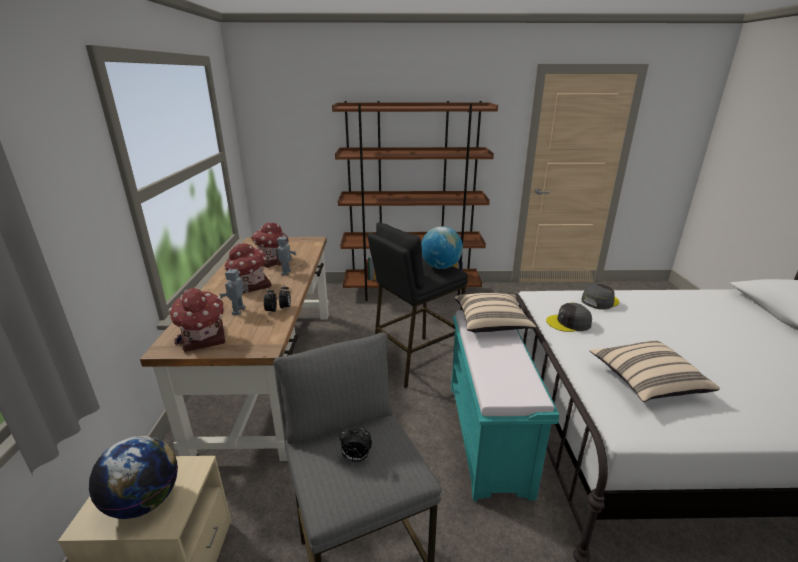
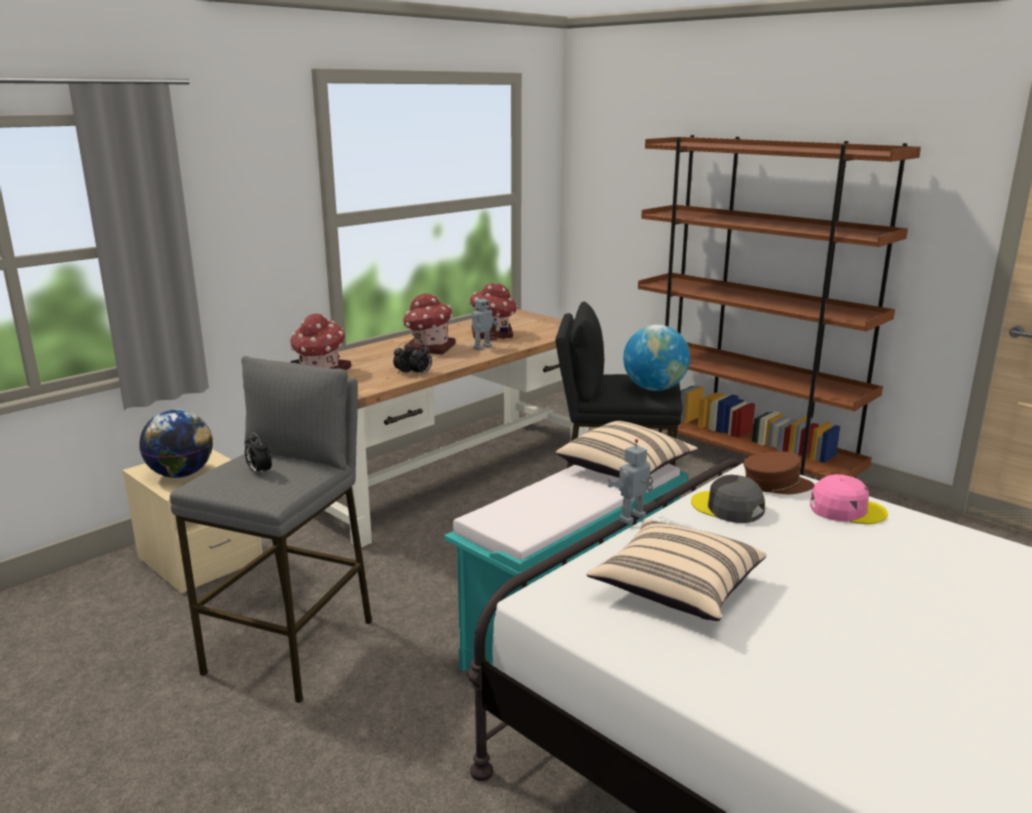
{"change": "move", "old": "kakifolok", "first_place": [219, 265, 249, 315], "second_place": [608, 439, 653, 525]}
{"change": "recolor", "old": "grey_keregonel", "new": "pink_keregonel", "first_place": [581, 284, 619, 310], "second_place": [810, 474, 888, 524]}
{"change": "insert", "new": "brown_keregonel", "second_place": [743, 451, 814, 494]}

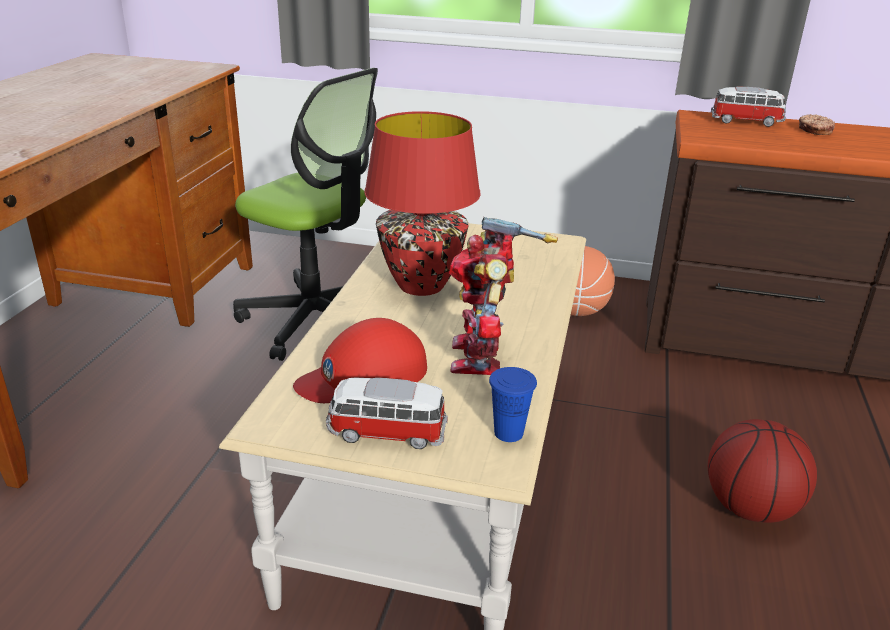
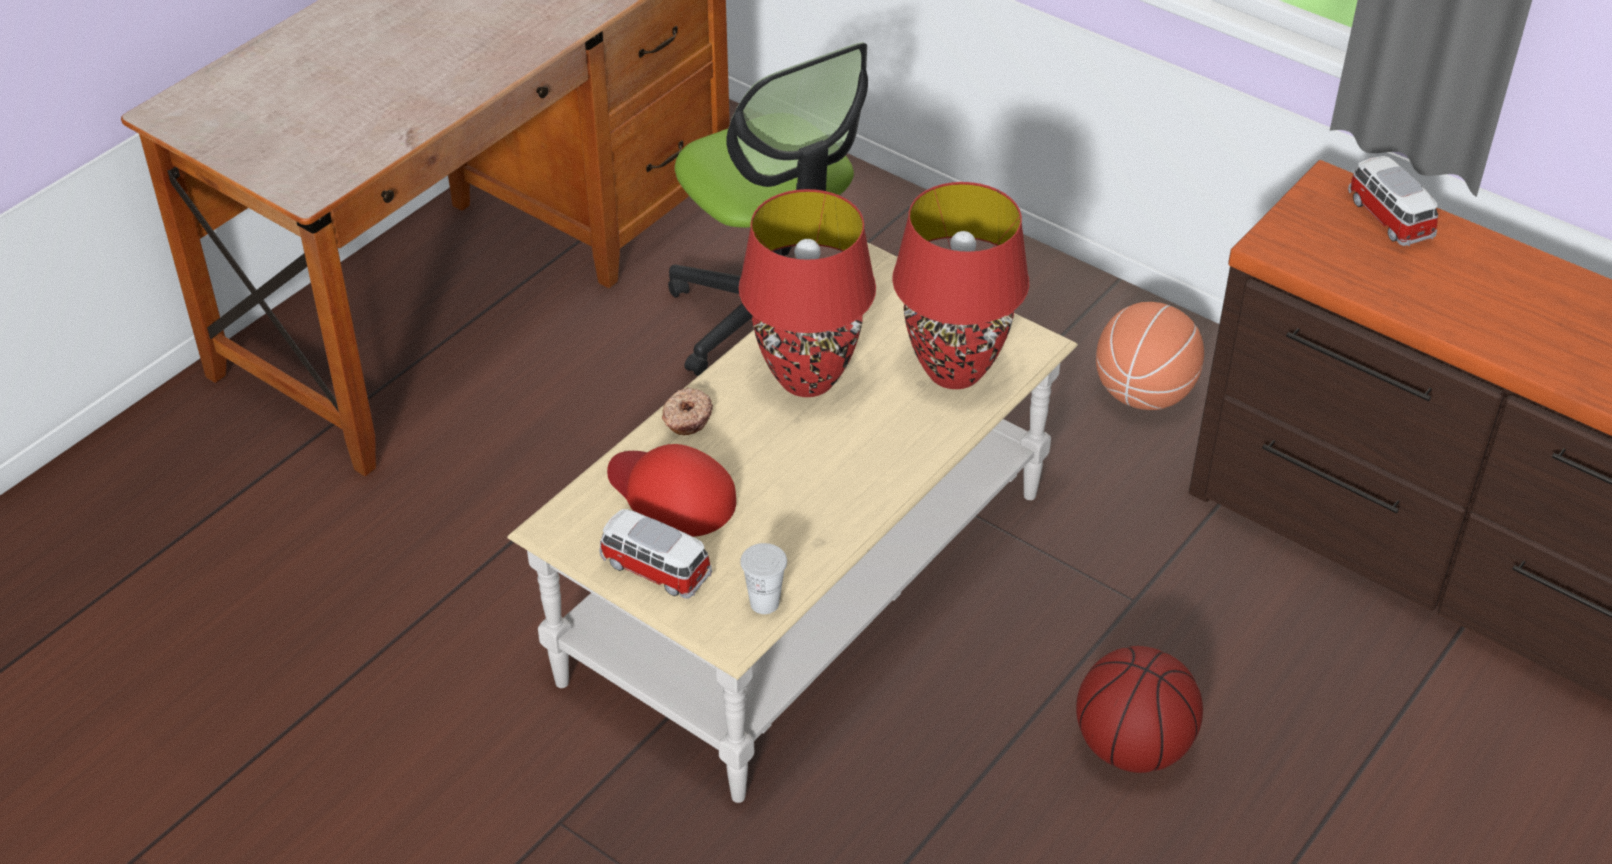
{"change": "rotate", "old": "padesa", "first_place": [711, 87, 786, 127], "second_place": [1348, 156, 1438, 246], "degrees": -150}
{"change": "move", "old": "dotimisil", "first_place": [799, 114, 835, 135], "second_place": [662, 387, 713, 435]}
{"change": "delete", "old": "kakifolok", "first_place": [449, 217, 558, 375]}
{"change": "rotate", "old": "red_keregonel", "first_place": [293, 318, 427, 403], "second_place": [607, 444, 736, 537], "degrees": 45}
{"change": "recolor", "old": "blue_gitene", "new": "white_gitene", "first_place": [489, 367, 537, 442], "second_place": [740, 543, 787, 614]}
{"change": "insert", "new": "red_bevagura", "second_place": [892, 182, 1029, 389]}

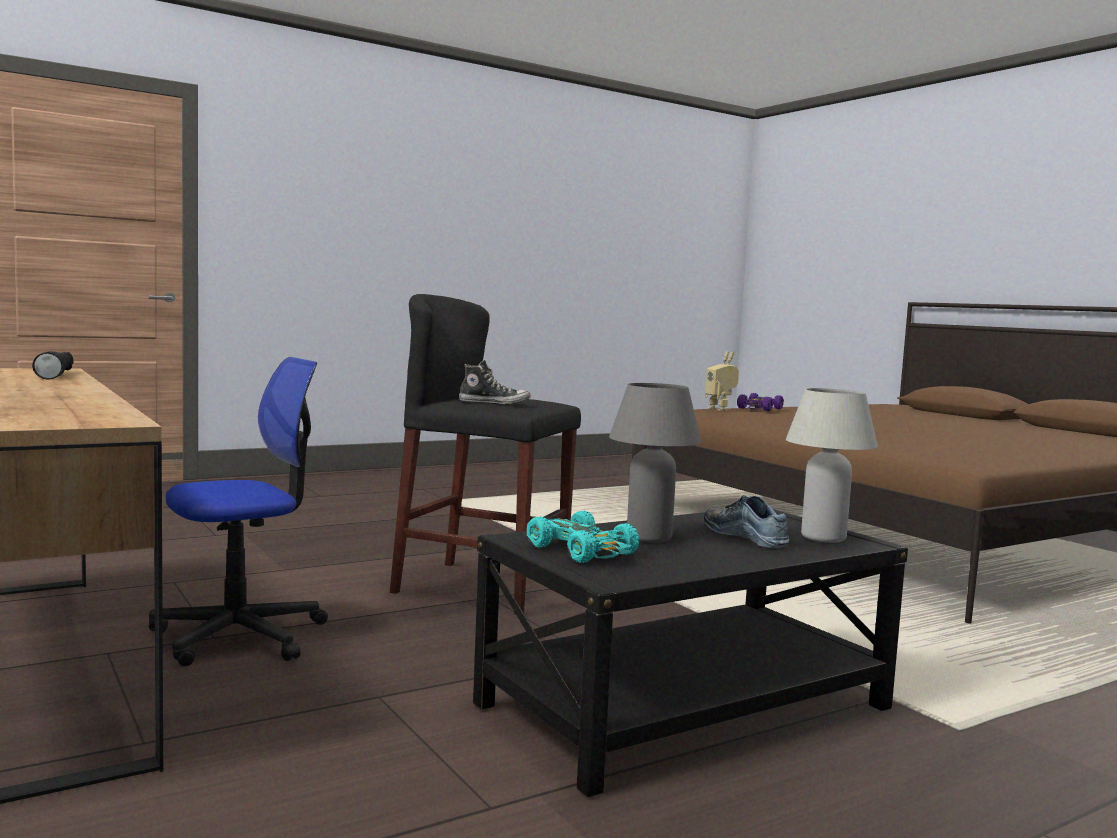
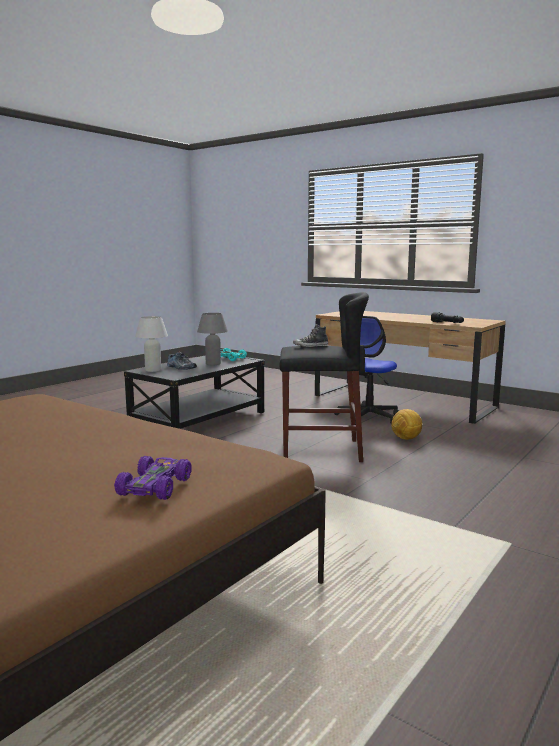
{"change": "delete", "old": "kakifolok", "first_place": [705, 351, 739, 411]}
{"change": "insert", "new": "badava", "second_place": [391, 409, 422, 440]}

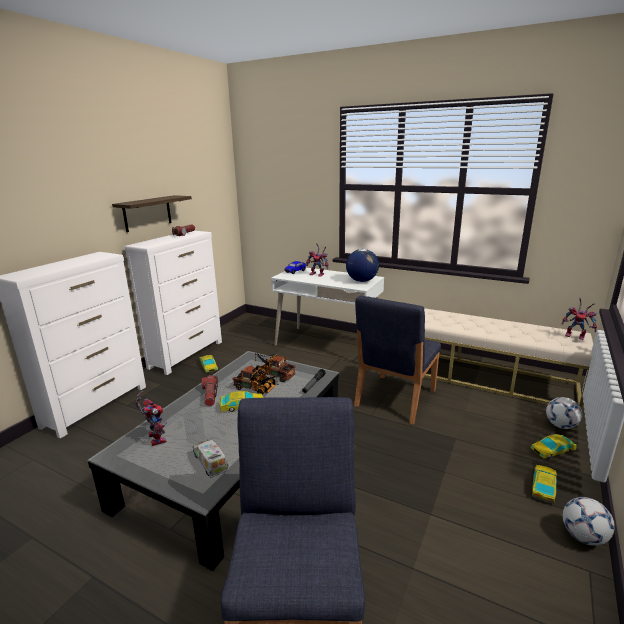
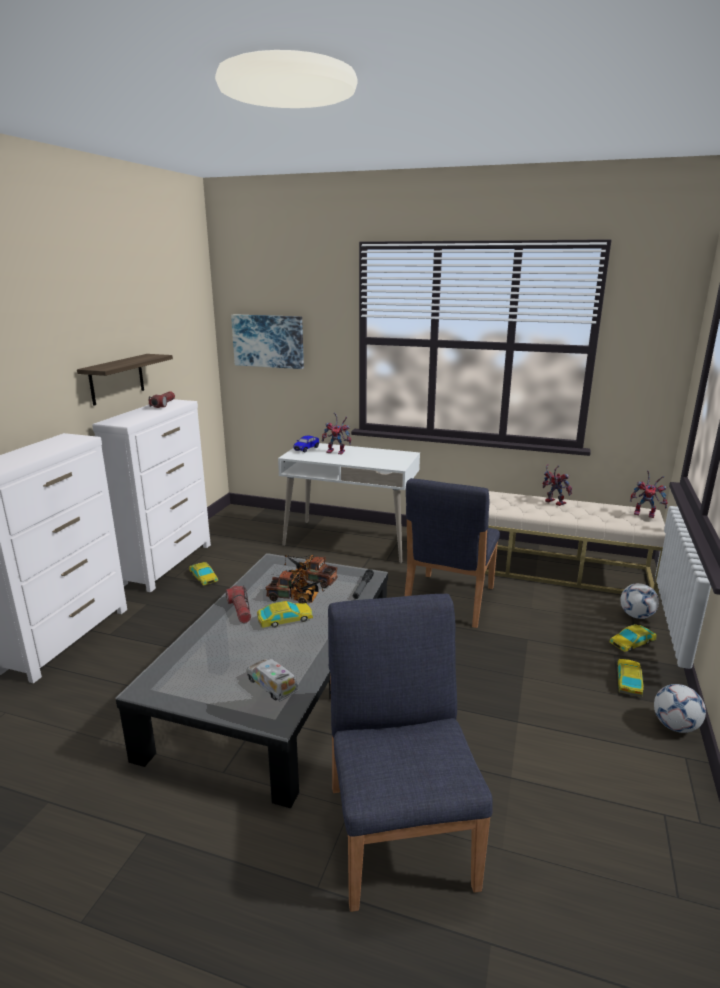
{"change": "delete", "old": "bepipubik", "first_place": [346, 249, 379, 282]}
{"change": "move", "old": "kakifolok", "first_place": [135, 391, 167, 446], "second_place": [543, 464, 572, 506]}
{"change": "insert", "new": "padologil", "second_place": [231, 314, 304, 369]}

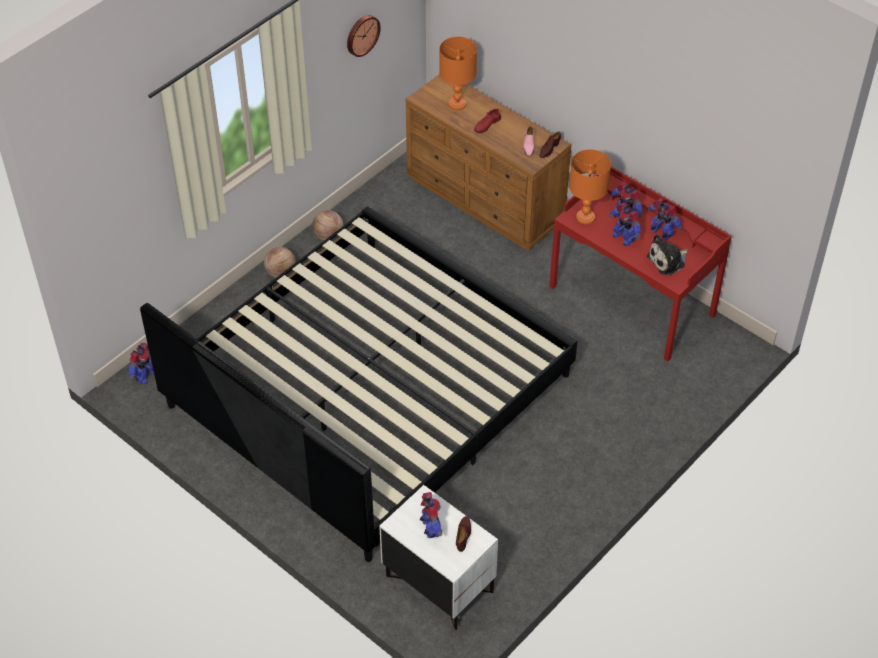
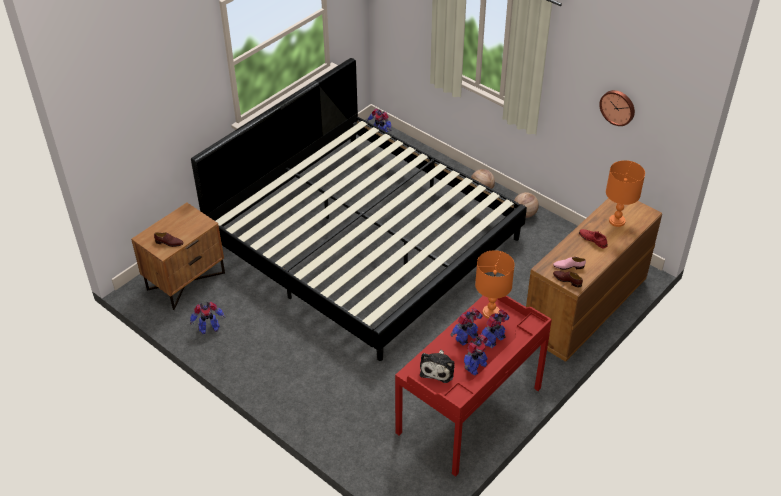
{"change": "rotate", "old": "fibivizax", "first_place": [647, 234, 688, 275], "second_place": [420, 350, 455, 383], "degrees": -135}
{"change": "recolor", "old": "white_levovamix", "new": "brown_levovamix", "first_place": [379, 485, 498, 630], "second_place": [131, 203, 225, 310]}
{"change": "move", "old": "kakifolok", "first_place": [420, 492, 442, 538], "second_place": [190, 302, 225, 334]}

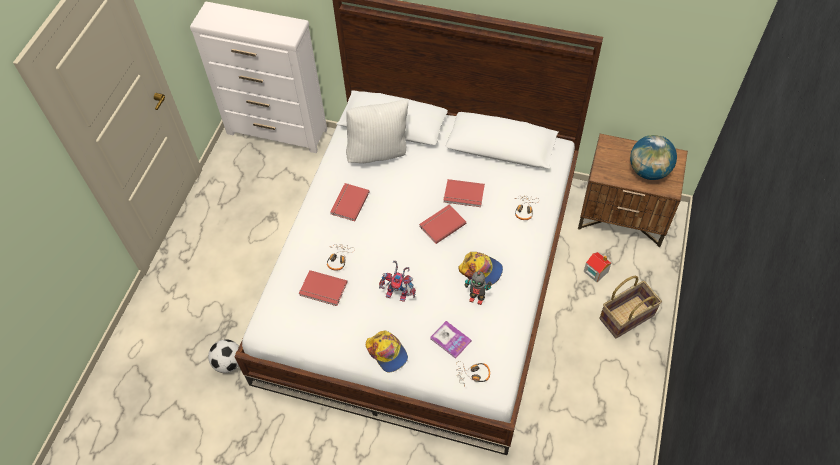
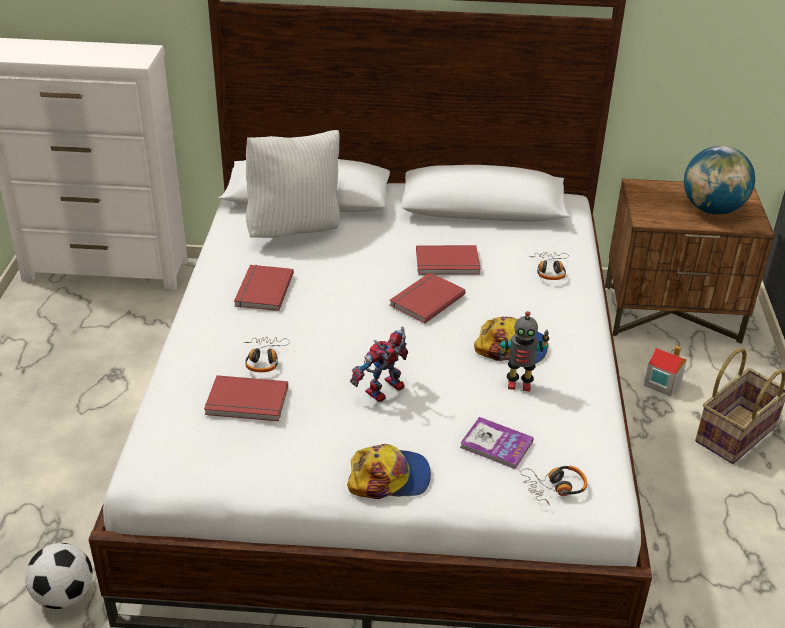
{"change": "rotate", "old": "kakifolok", "first_place": [379, 261, 416, 302], "second_place": [350, 326, 408, 402], "degrees": 135}
{"change": "rotate", "old": "keregonel", "first_place": [366, 331, 408, 372], "second_place": [347, 444, 431, 499], "degrees": -45}

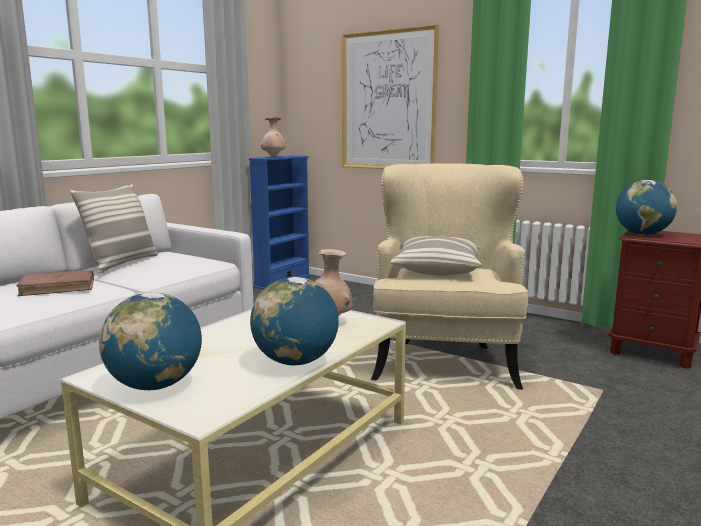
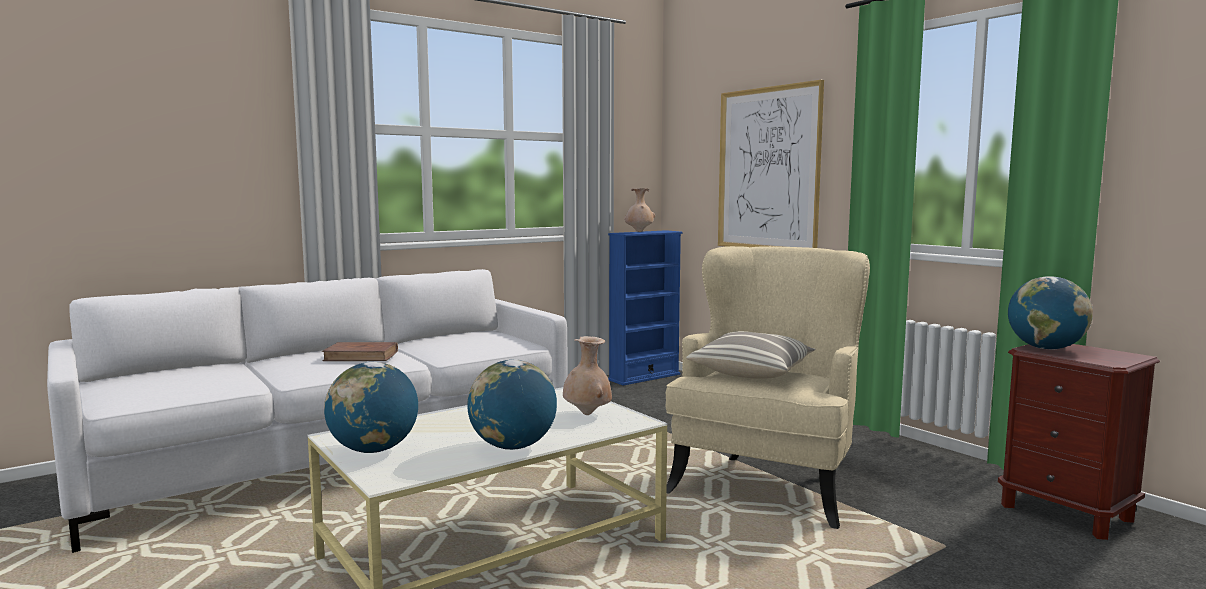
{"change": "delete", "old": "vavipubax", "first_place": [70, 184, 158, 274]}

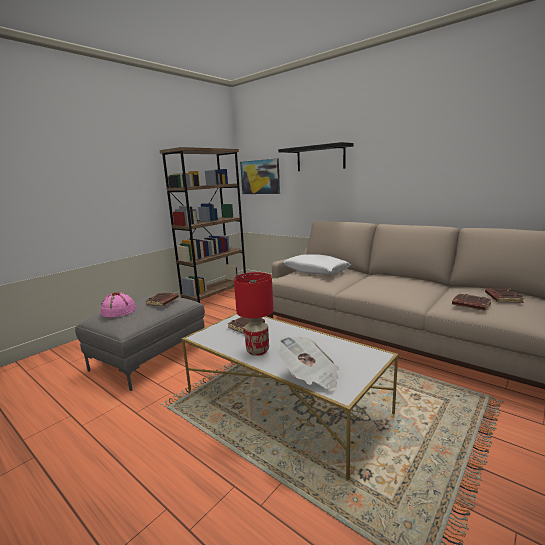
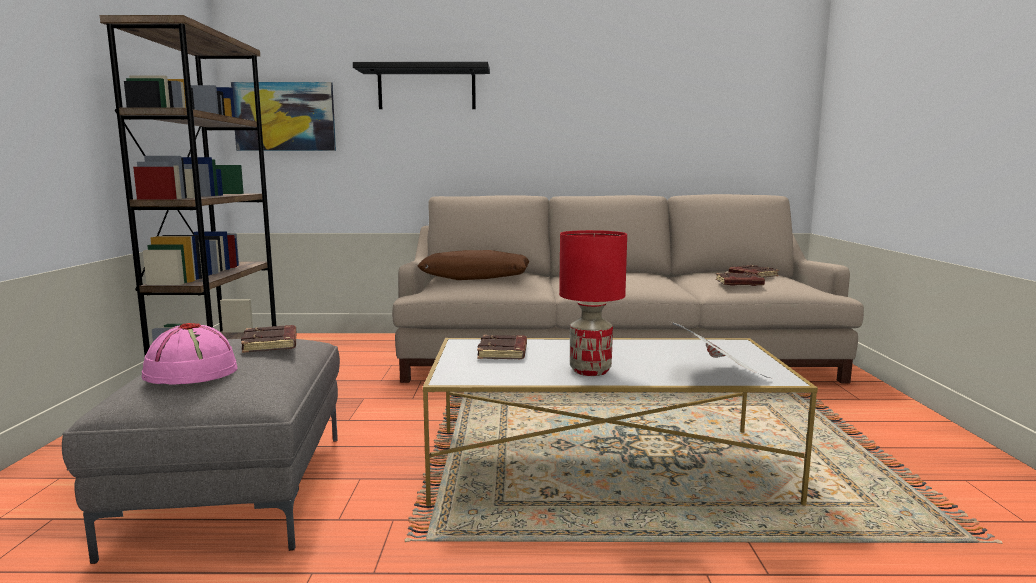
{"change": "recolor", "old": "white_vavipubax", "new": "brown_vavipubax", "first_place": [283, 254, 351, 274], "second_place": [418, 250, 529, 280]}

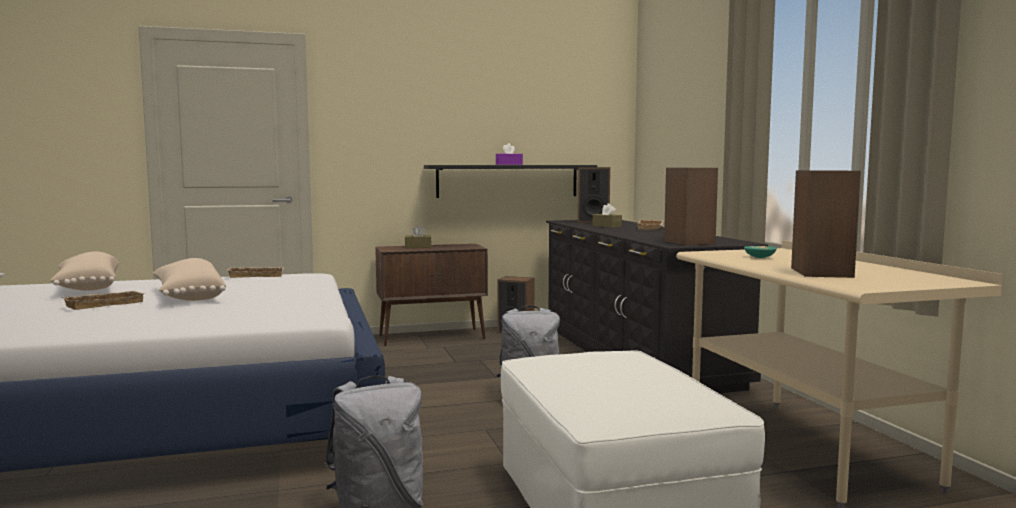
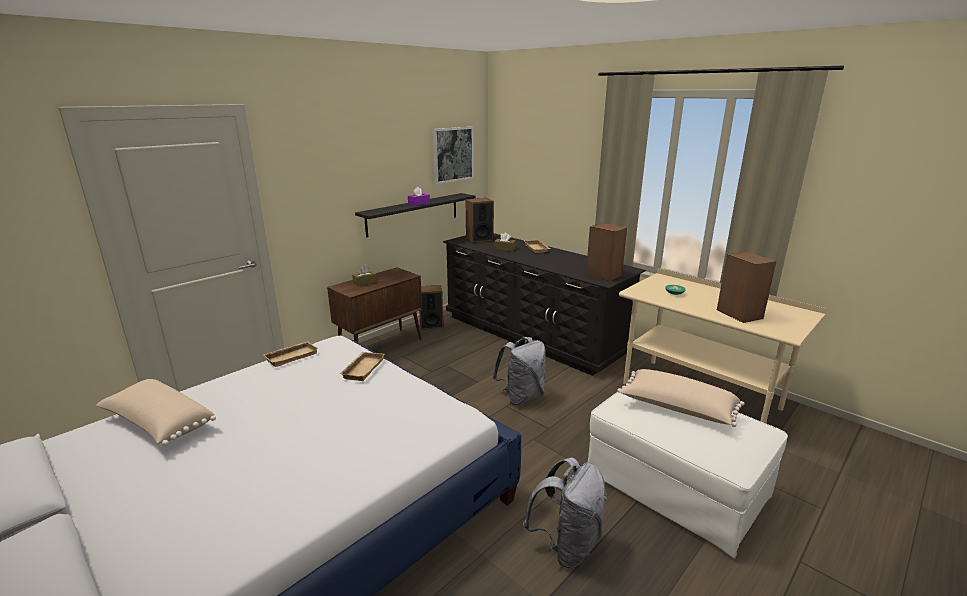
{"change": "move", "old": "beige_vavipubax", "first_place": [153, 258, 226, 301], "second_place": [617, 369, 745, 427]}
{"change": "move", "old": "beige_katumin", "first_place": [61, 291, 145, 310], "second_place": [340, 352, 385, 381]}
{"change": "insert", "new": "padologil", "second_place": [432, 127, 474, 184]}

